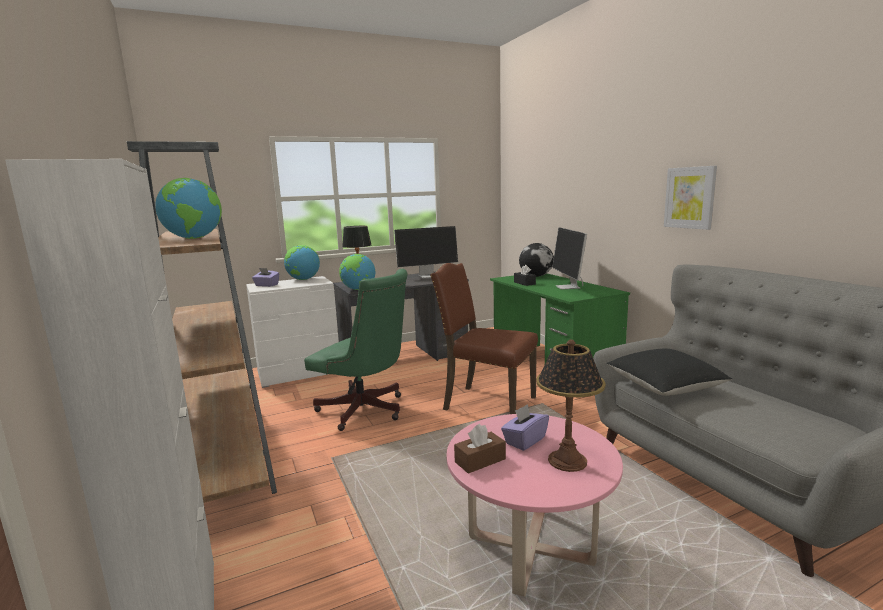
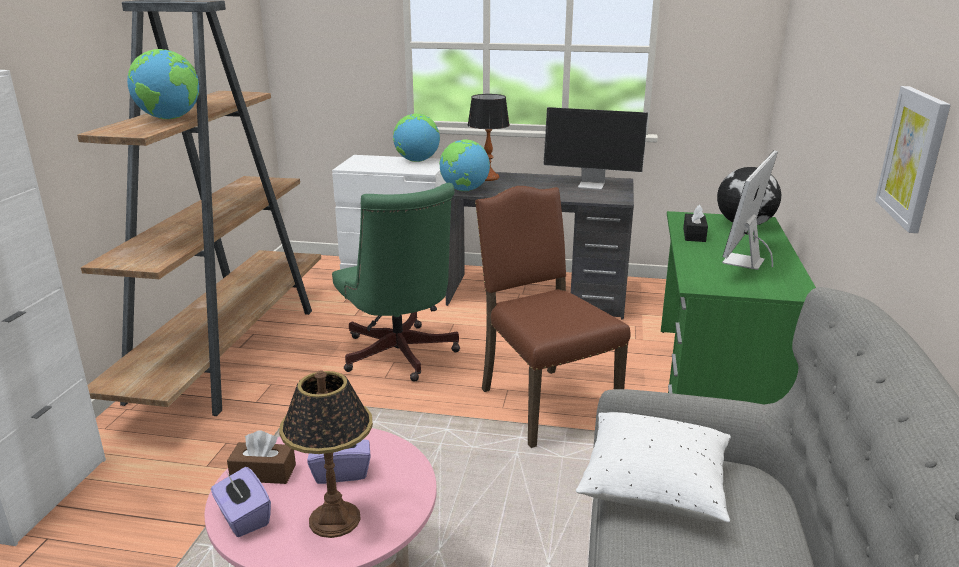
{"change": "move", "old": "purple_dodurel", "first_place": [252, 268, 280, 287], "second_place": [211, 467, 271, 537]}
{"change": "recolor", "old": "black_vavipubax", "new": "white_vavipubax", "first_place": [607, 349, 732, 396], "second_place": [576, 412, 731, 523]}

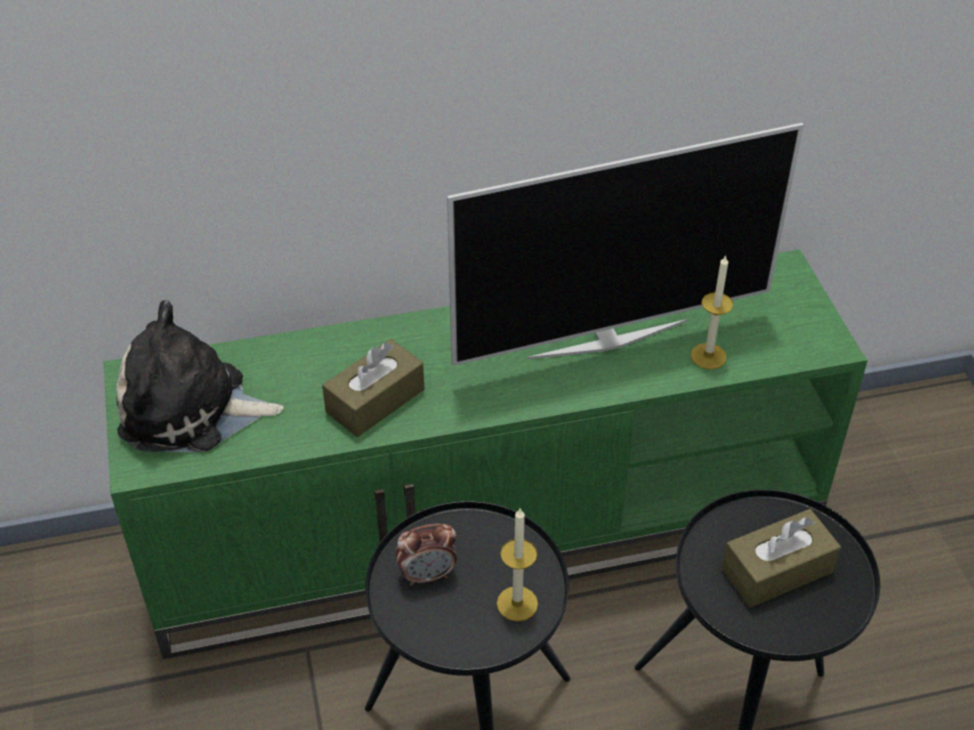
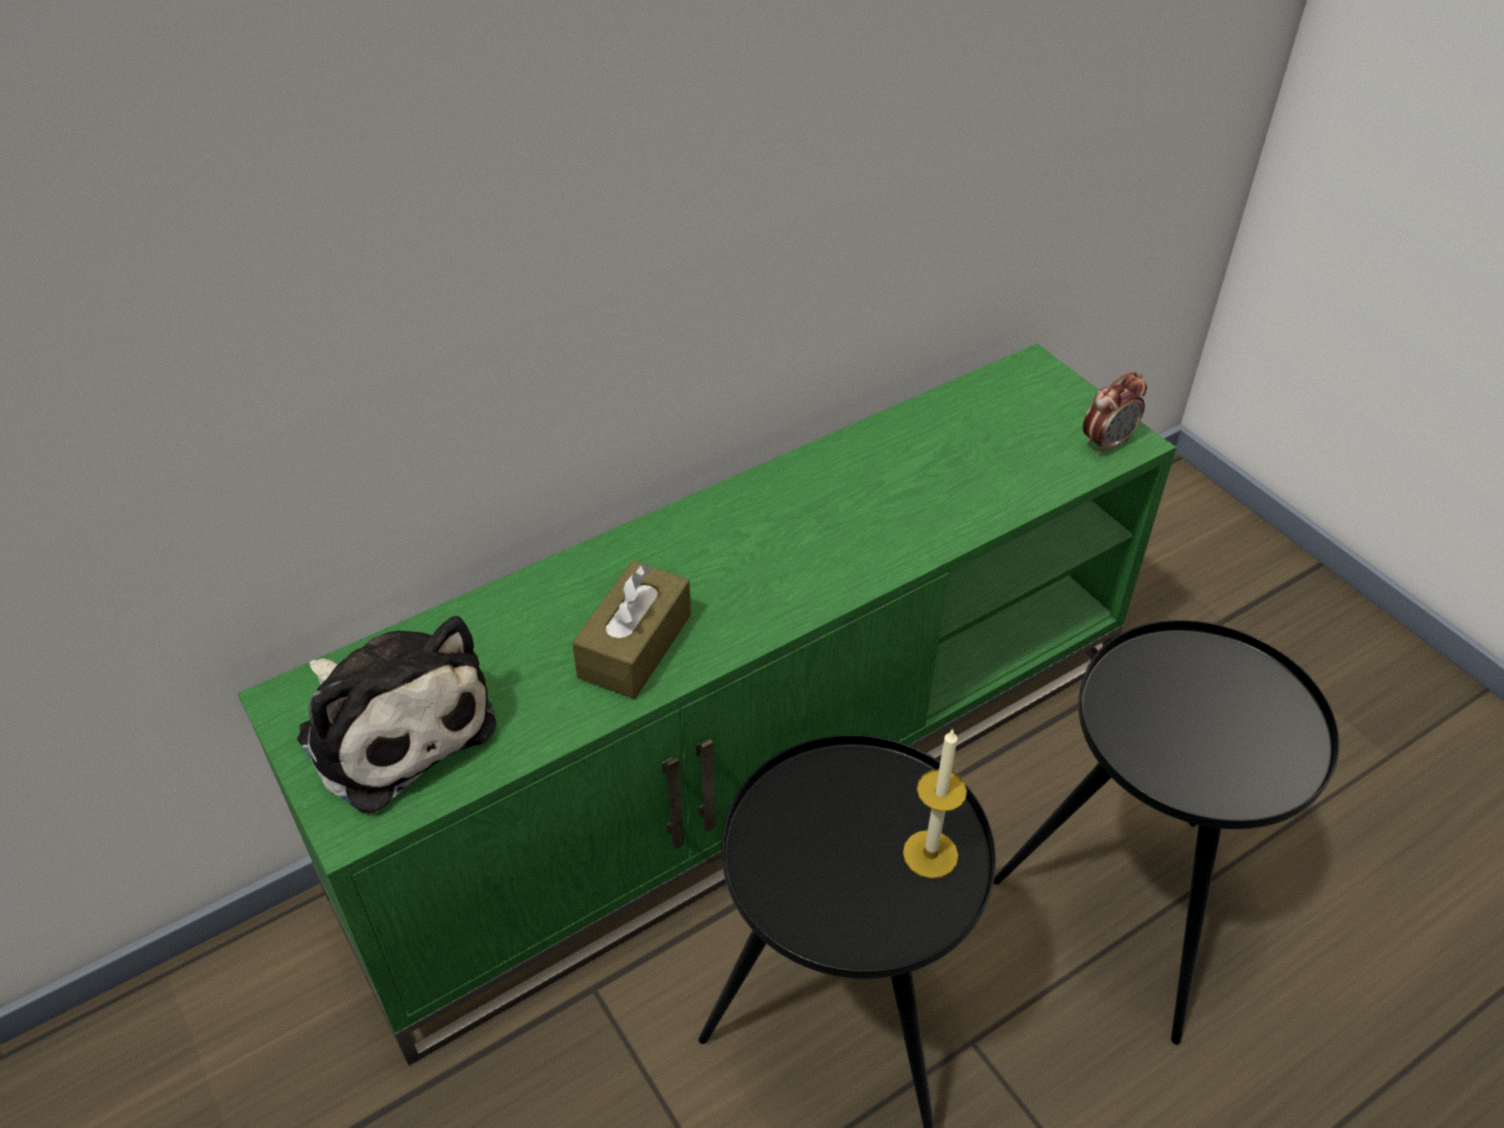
{"change": "delete", "old": "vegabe", "first_place": [447, 123, 804, 366]}
{"change": "delete", "old": "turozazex", "first_place": [691, 255, 733, 369]}
{"change": "rotate", "old": "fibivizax", "first_place": [116, 300, 284, 452], "second_place": [297, 616, 496, 814], "degrees": -120}
{"change": "delete", "old": "brown_dodurel", "first_place": [721, 509, 841, 608]}
{"change": "move", "old": "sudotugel", "first_place": [396, 524, 457, 586], "second_place": [1083, 371, 1147, 455]}

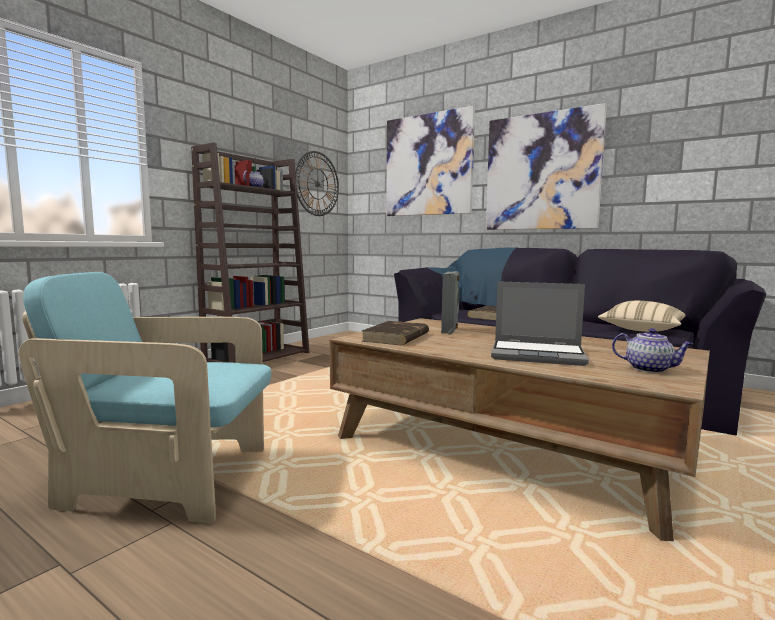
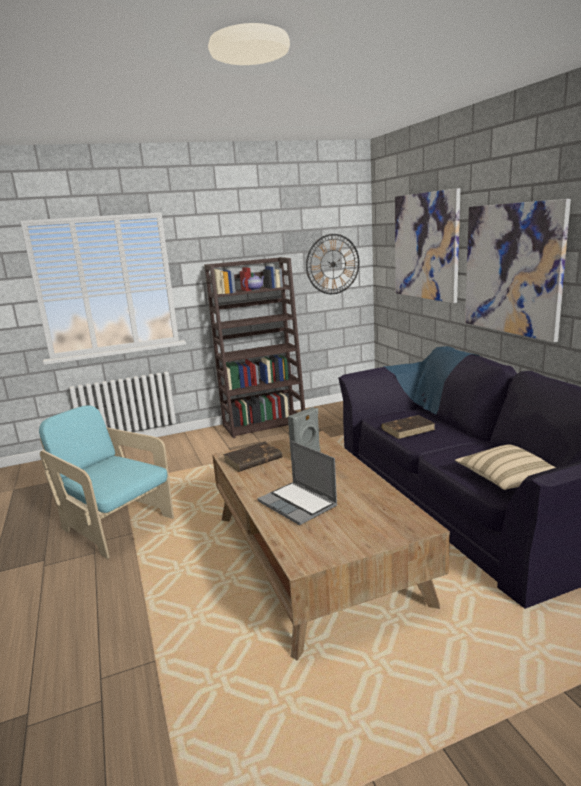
{"change": "delete", "old": "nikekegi", "first_place": [612, 328, 693, 373]}

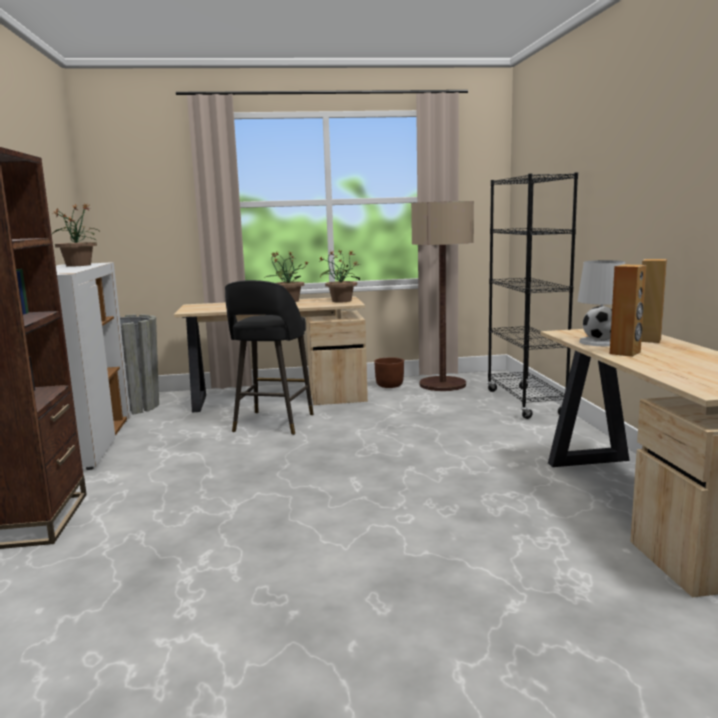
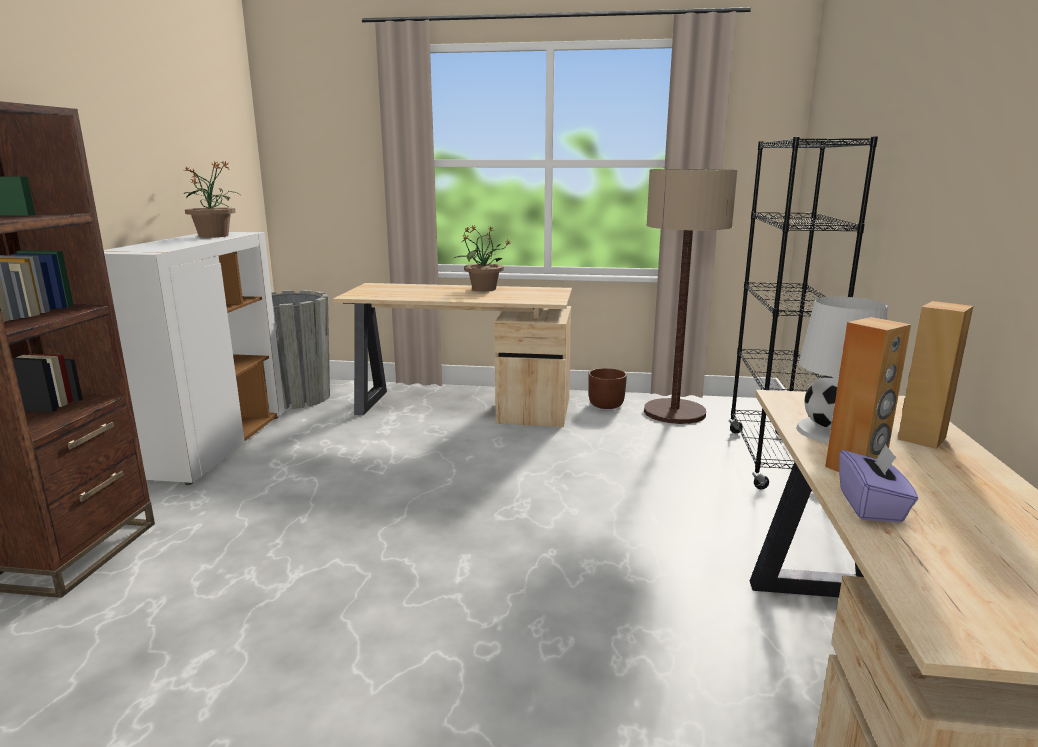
{"change": "delete", "old": "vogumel", "first_place": [319, 250, 360, 302]}
{"change": "delete", "old": "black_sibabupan", "first_place": [225, 280, 313, 435]}
{"change": "insert", "new": "purple_dodurel", "second_place": [839, 444, 918, 523]}

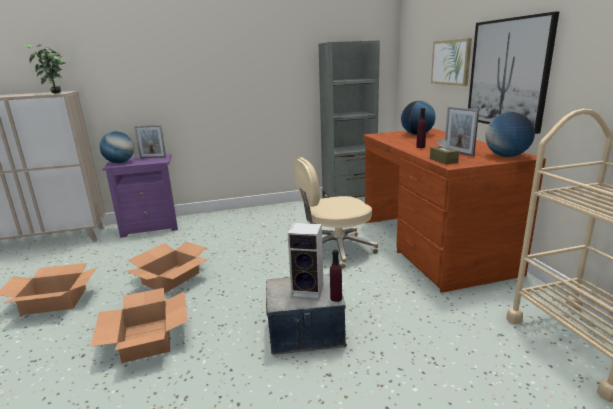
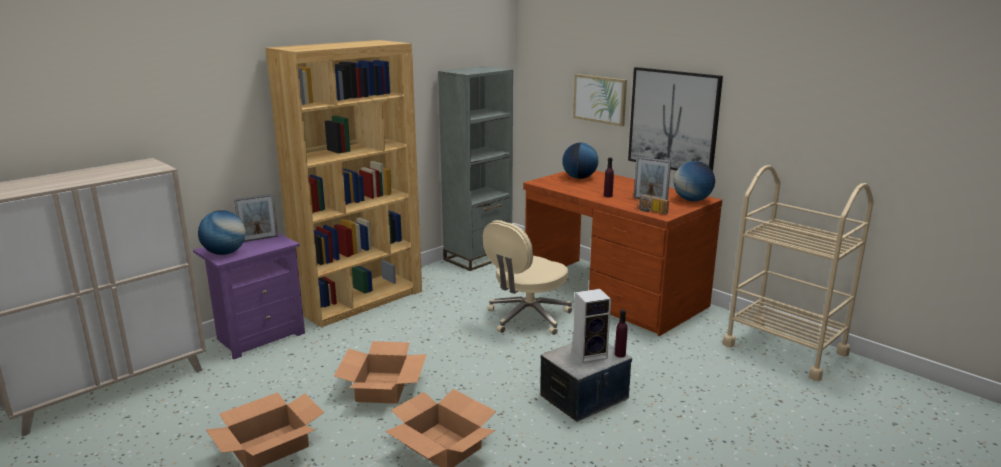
{"change": "delete", "old": "vogumel", "first_place": [24, 44, 66, 93]}
{"change": "replace", "old": "brown_dodurel", "new": "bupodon", "first_place": [430, 138, 459, 164], "second_place": [637, 195, 669, 215]}
{"change": "insert", "new": "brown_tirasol", "second_place": [265, 40, 422, 327]}

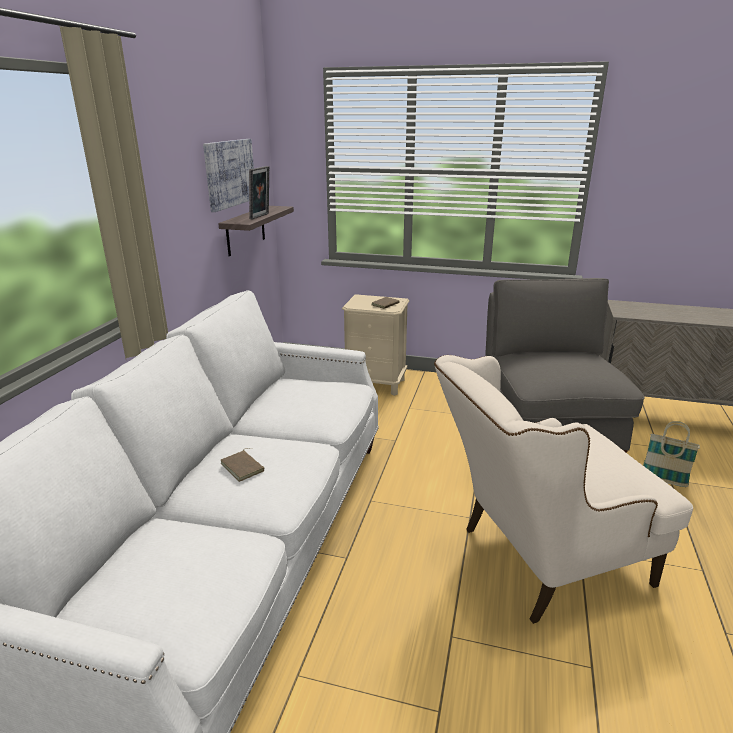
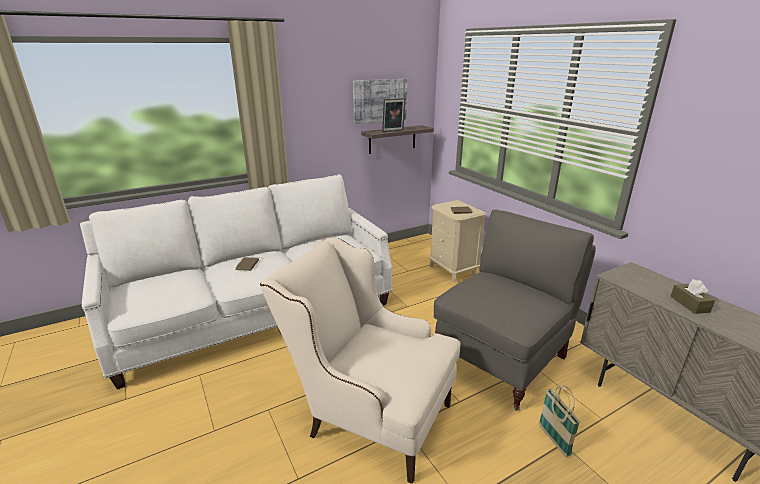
{"change": "insert", "new": "brown_dodurel", "second_place": [670, 279, 715, 314]}

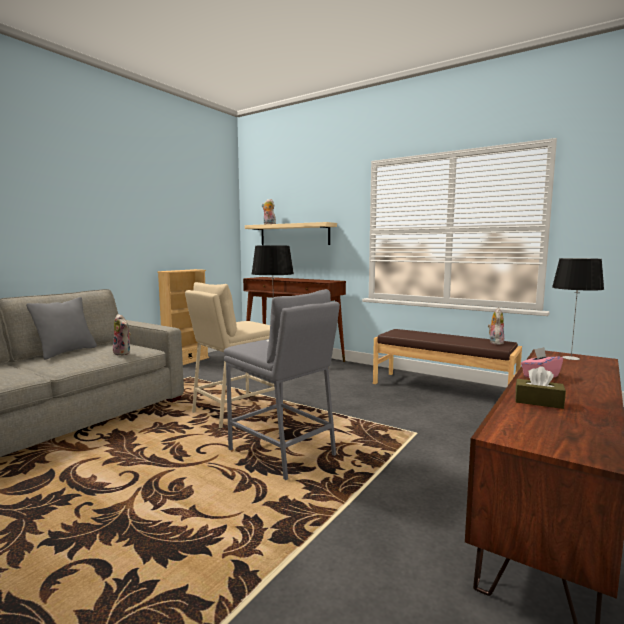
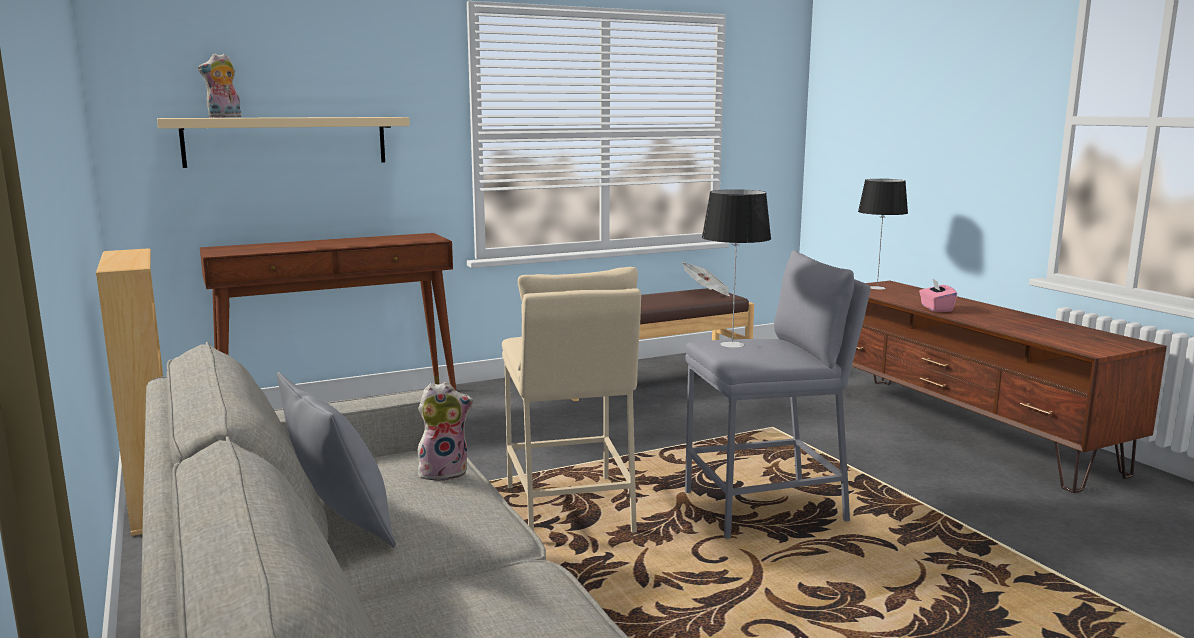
{"change": "replace", "old": "fibivizax", "new": "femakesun", "first_place": [488, 308, 504, 345], "second_place": [682, 262, 730, 296]}
{"change": "delete", "old": "brown_dodurel", "first_place": [515, 366, 566, 409]}

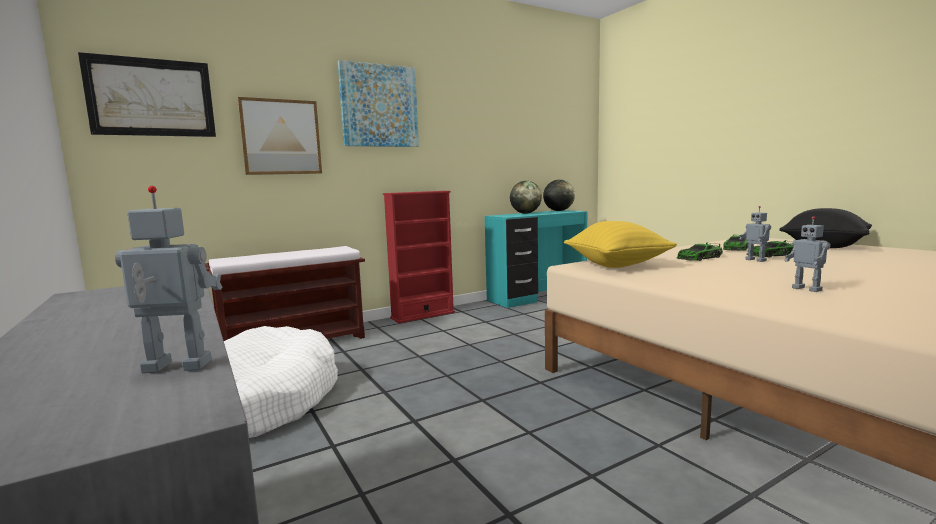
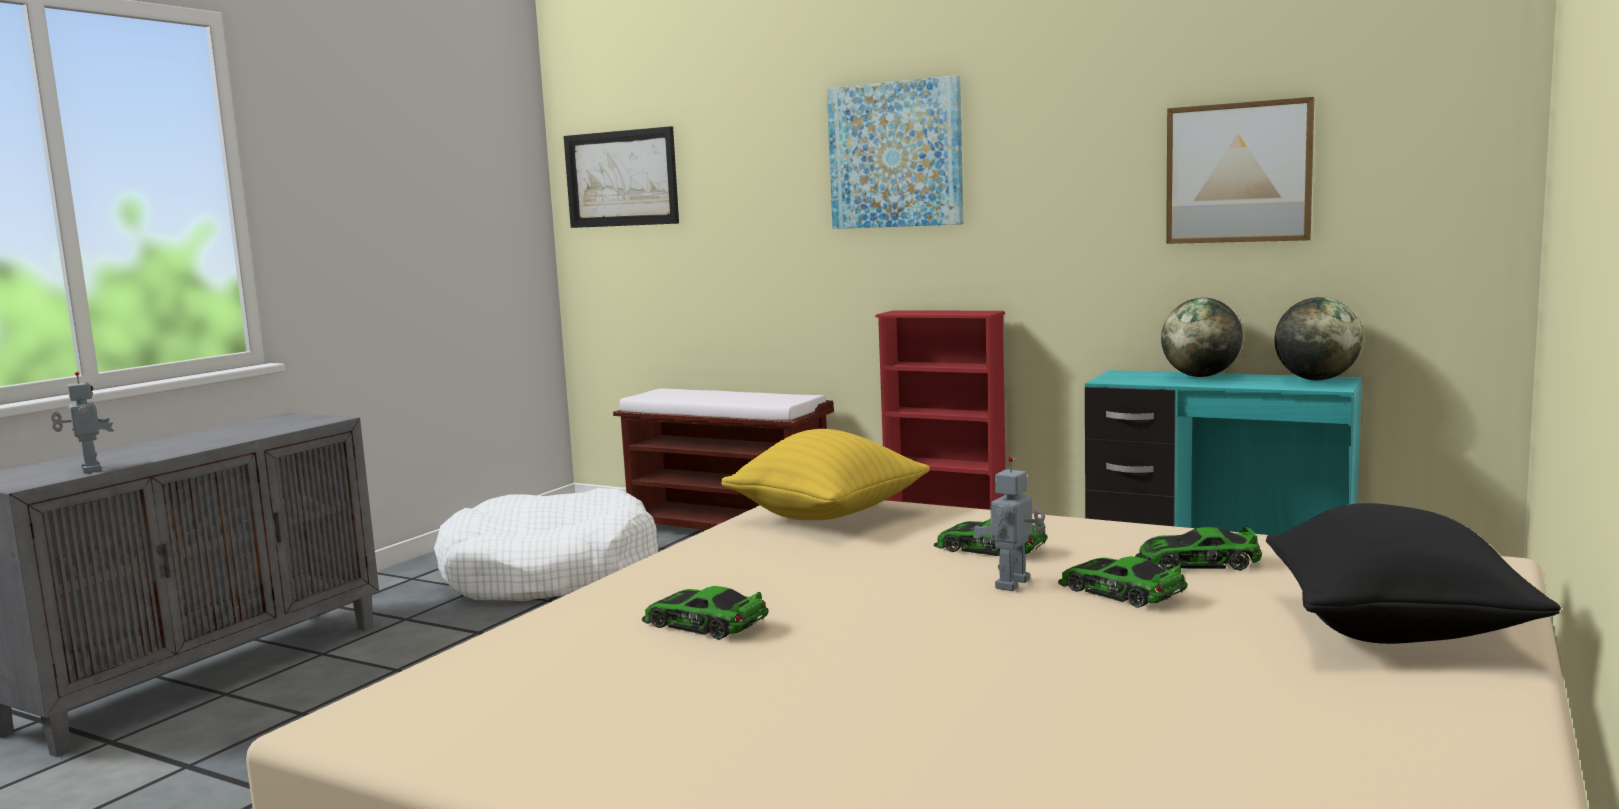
{"change": "move", "old": "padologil", "first_place": [237, 97, 322, 175], "second_place": [1166, 97, 1314, 244]}
{"change": "replace", "old": "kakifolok", "new": "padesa", "first_place": [785, 216, 831, 292], "second_place": [642, 586, 769, 640]}

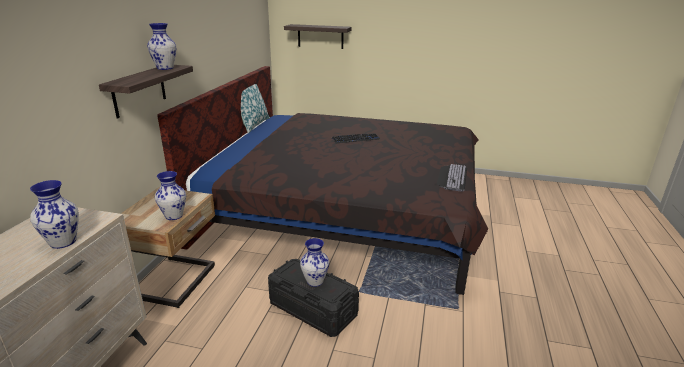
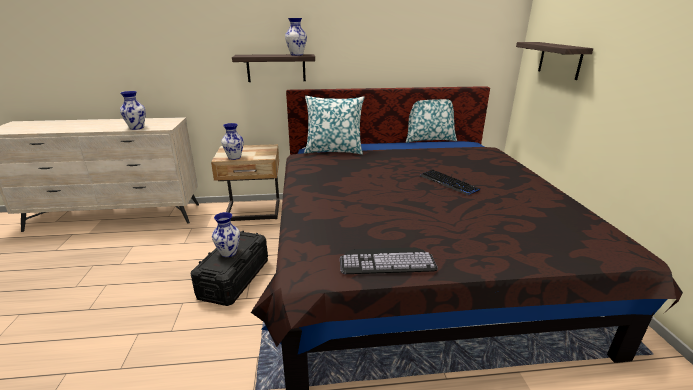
{"change": "insert", "new": "vavipubax", "second_place": [304, 96, 365, 155]}

